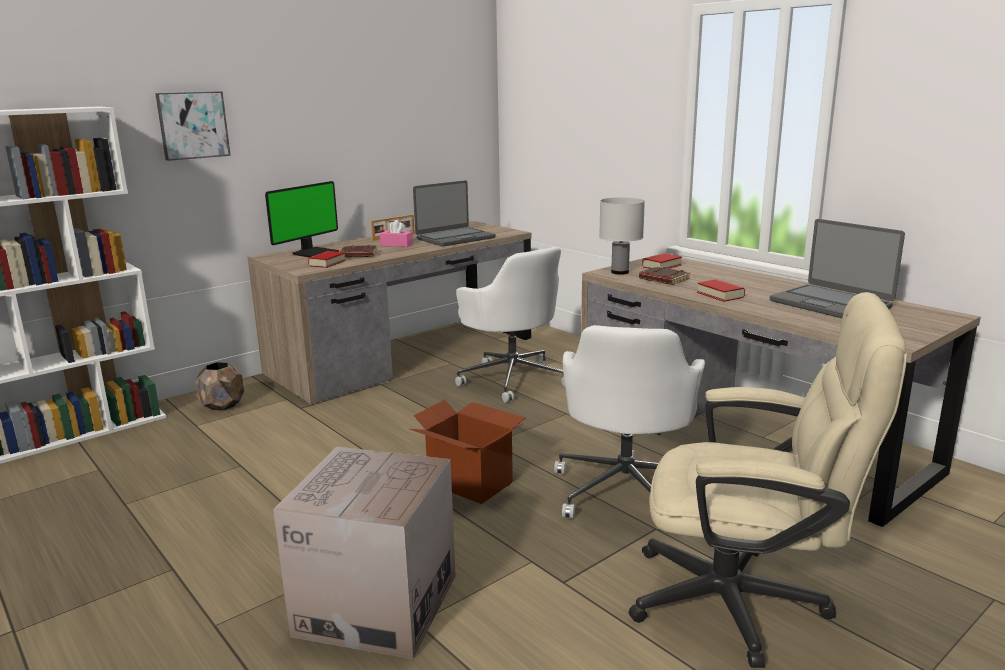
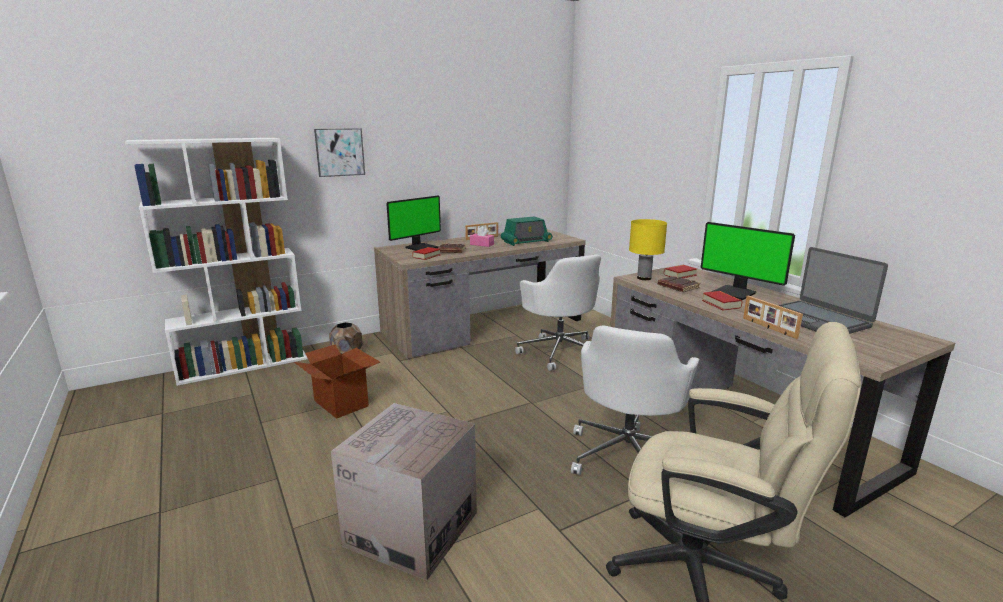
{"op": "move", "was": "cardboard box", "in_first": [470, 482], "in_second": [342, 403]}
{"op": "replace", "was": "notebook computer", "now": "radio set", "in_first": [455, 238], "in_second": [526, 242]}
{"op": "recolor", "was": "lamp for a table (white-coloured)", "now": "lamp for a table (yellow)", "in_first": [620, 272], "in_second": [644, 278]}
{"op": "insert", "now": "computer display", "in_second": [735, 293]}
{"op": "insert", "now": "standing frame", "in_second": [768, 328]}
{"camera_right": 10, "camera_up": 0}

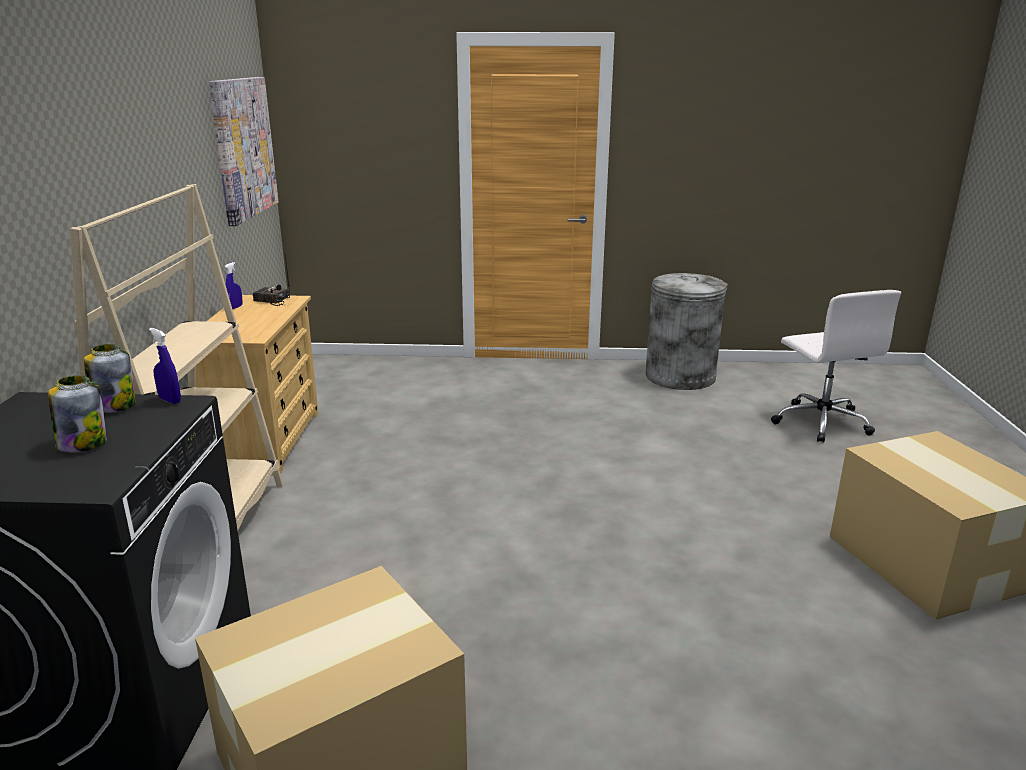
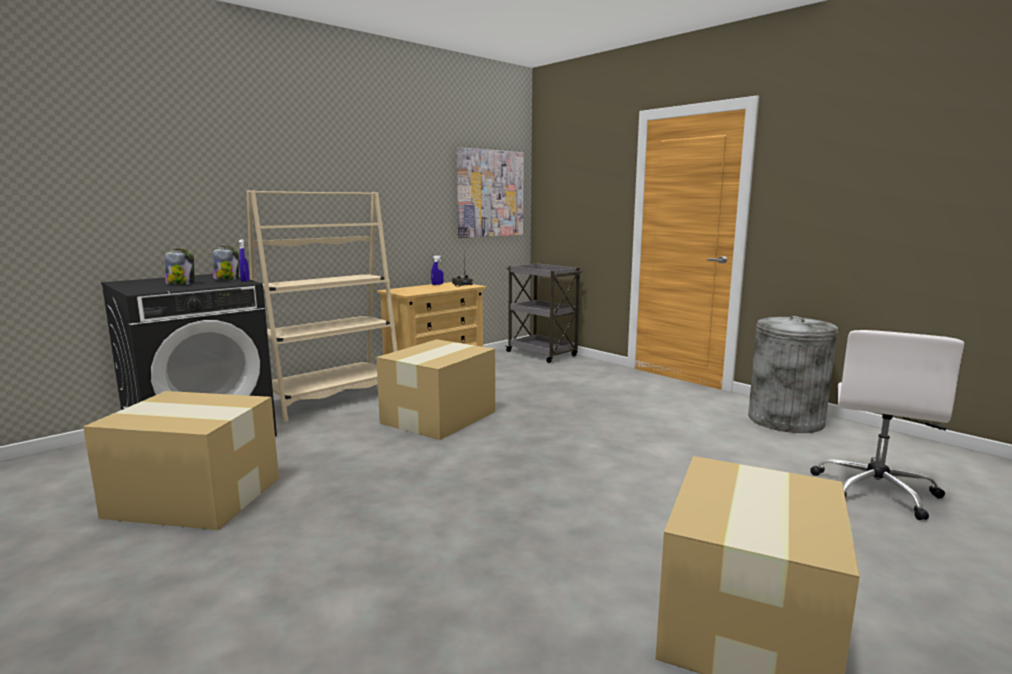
{"op": "insert", "now": "cardboard box", "in_second": [440, 417]}
{"op": "insert", "now": "trolley (gray)", "in_second": [542, 354]}
{"camera_right": 45, "camera_up": -10}

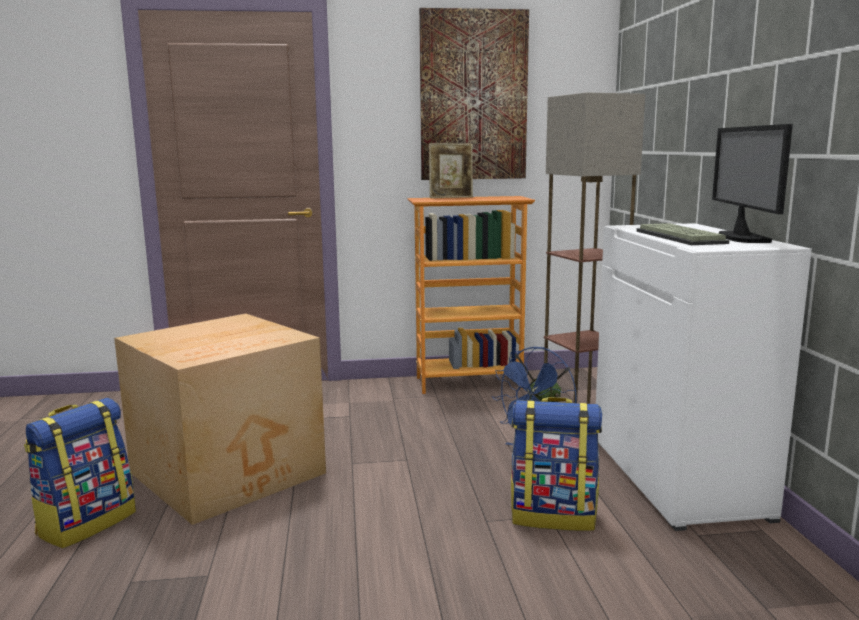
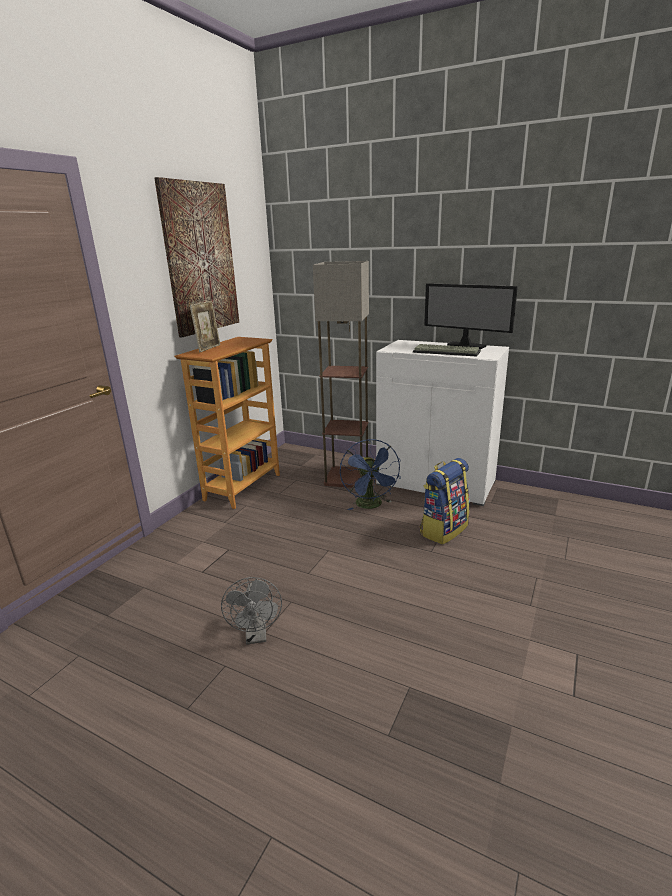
{"op": "replace", "was": "cardboard box", "now": "electric fan (gray)", "in_first": [230, 472], "in_second": [256, 636]}
{"op": "delete", "was": "knapsack", "in_first": [87, 523]}
{"camera_right": -55, "camera_up": 10}

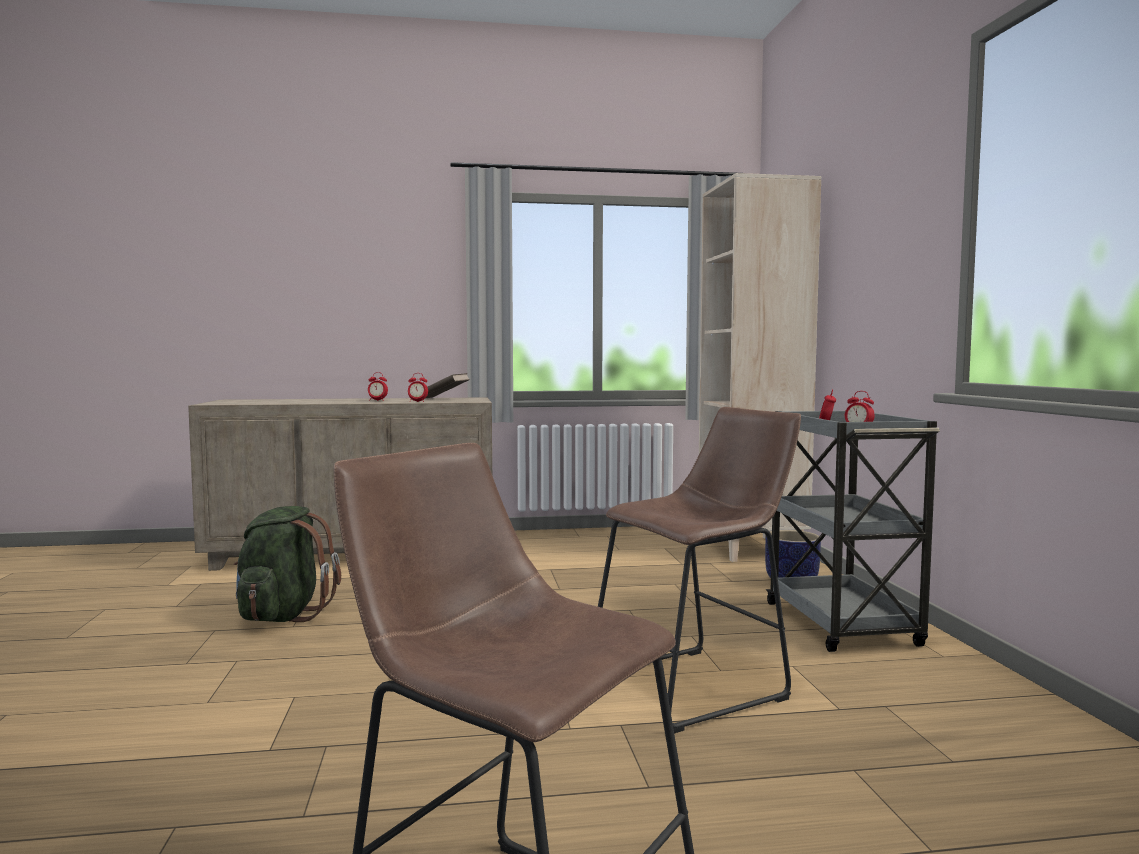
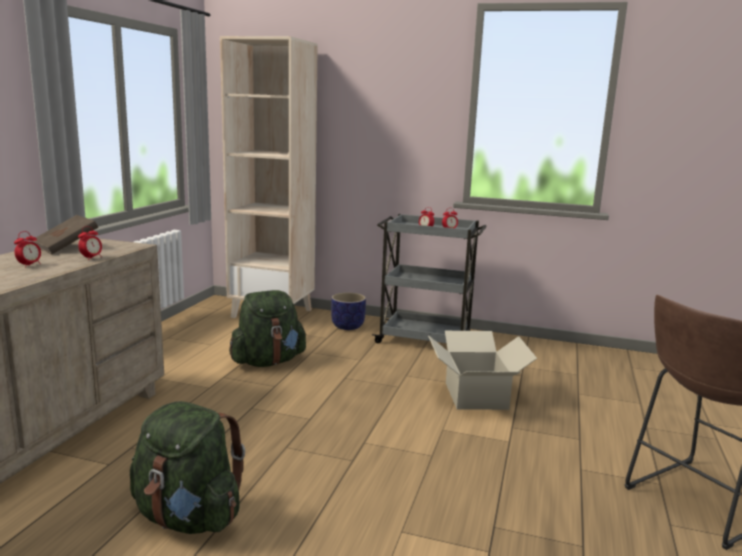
{"op": "insert", "now": "knapsack (green)", "in_second": [268, 362]}
{"op": "replace", "was": "stool seat (brown)", "now": "cardboard box", "in_first": [697, 686], "in_second": [476, 395]}
{"camera_right": -65, "camera_up": 10}

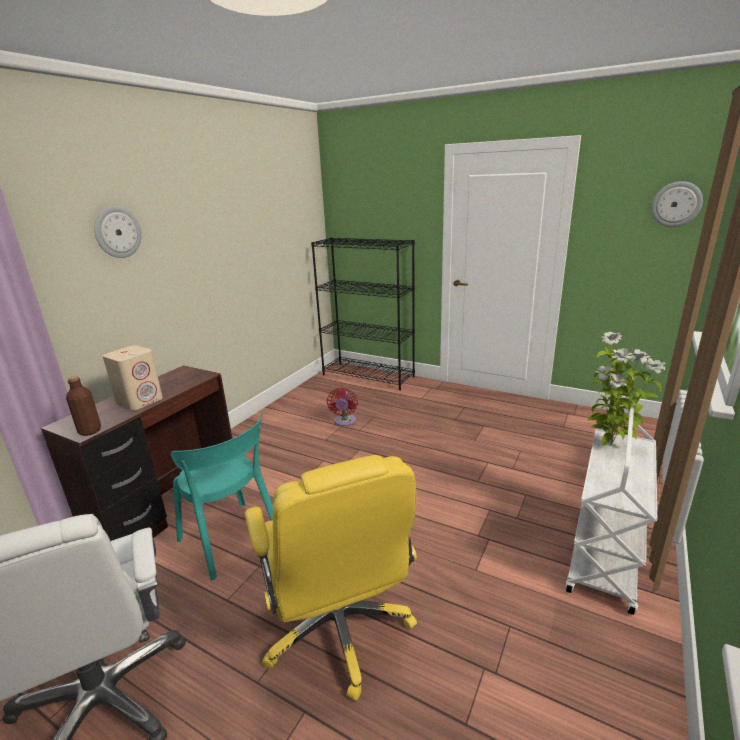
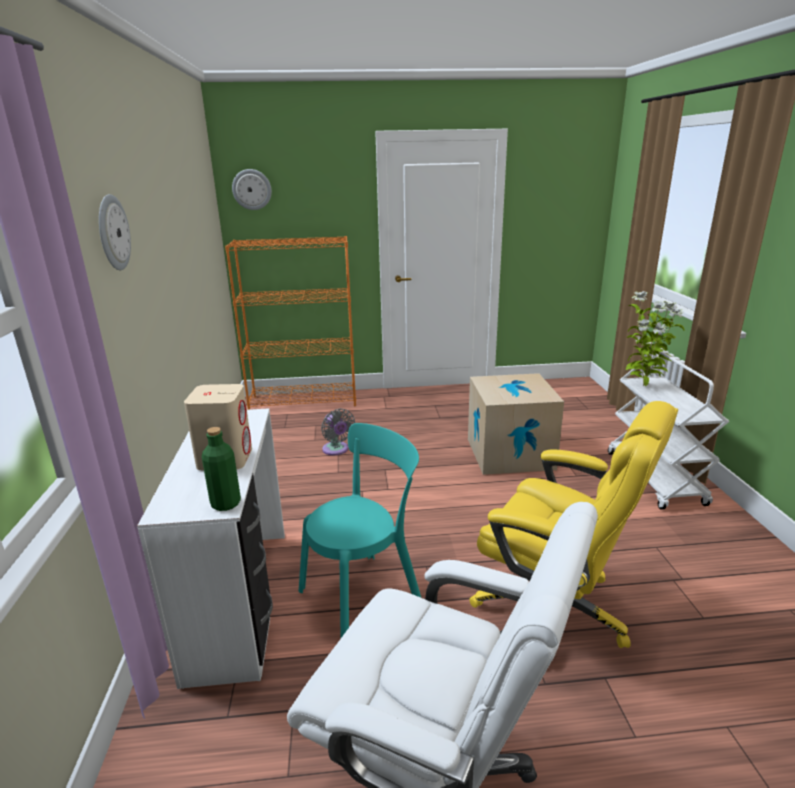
{"op": "recolor", "was": "desk table (brown)", "now": "desk table (white-coloured)", "in_first": [170, 506], "in_second": [242, 600]}
{"op": "recolor", "was": "bottle (brown)", "now": "bottle (green)", "in_first": [90, 431], "in_second": [226, 503]}
{"op": "recolor", "was": "bookshelf (black)", "now": "bookshelf (orangey)", "in_first": [368, 376], "in_second": [304, 401]}
{"op": "move", "was": "hanging clock", "in_first": [676, 204], "in_second": [252, 189]}
{"op": "rotate", "was": "chair (turquoise)", "in_first": [232, 540], "in_second": [365, 595], "clockwise": -45}
{"op": "recolor", "was": "electric fan (red-coloured)", "now": "electric fan (gray)", "in_first": [344, 422], "in_second": [336, 450]}
{"op": "insert", "now": "cardboard box", "in_second": [509, 454]}
{"camera_right": -35, "camera_up": 0}

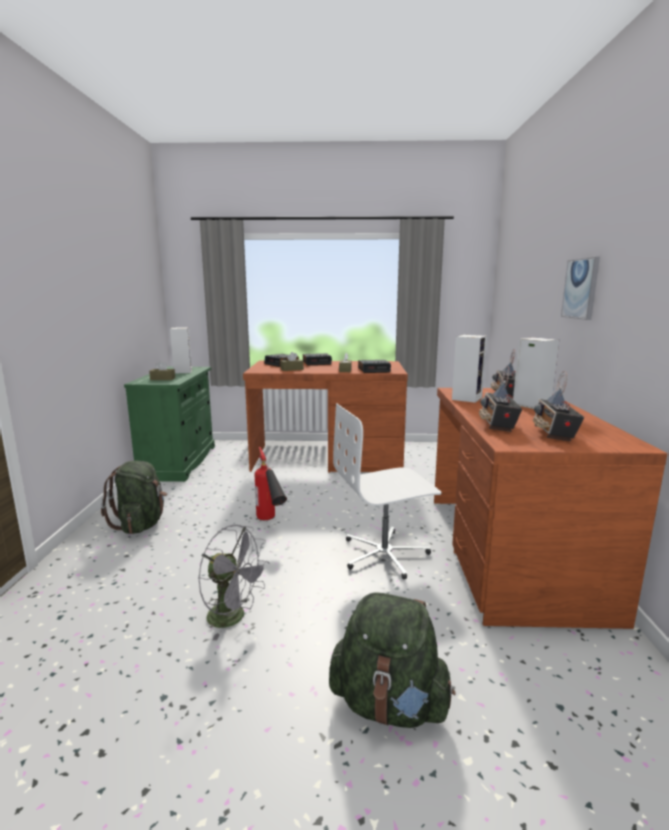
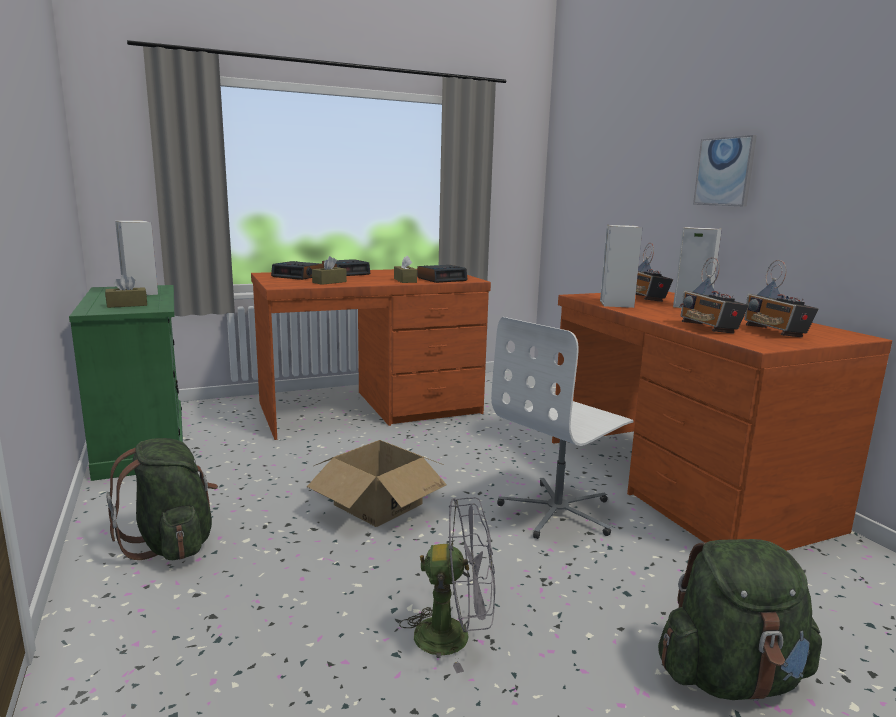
{"op": "replace", "was": "fire extinguisher", "now": "cardboard box", "in_first": [270, 524], "in_second": [378, 504]}
{"camera_right": -25, "camera_up": 0}

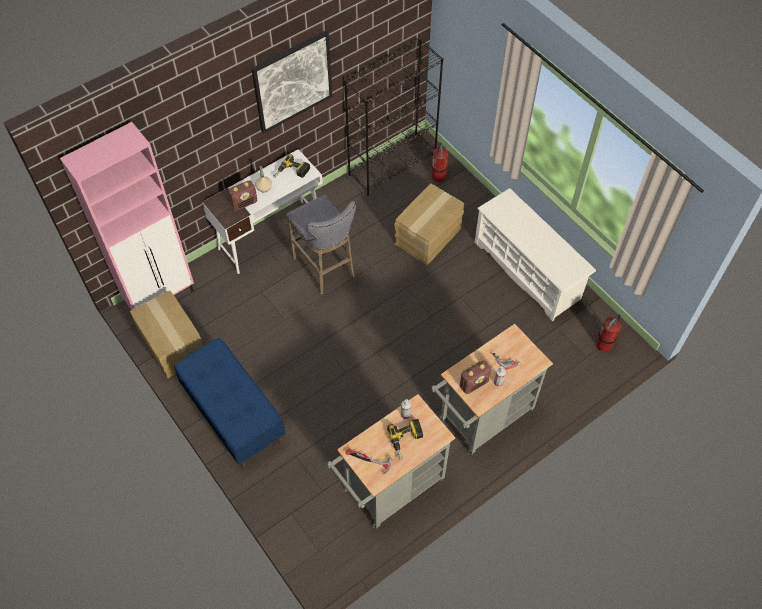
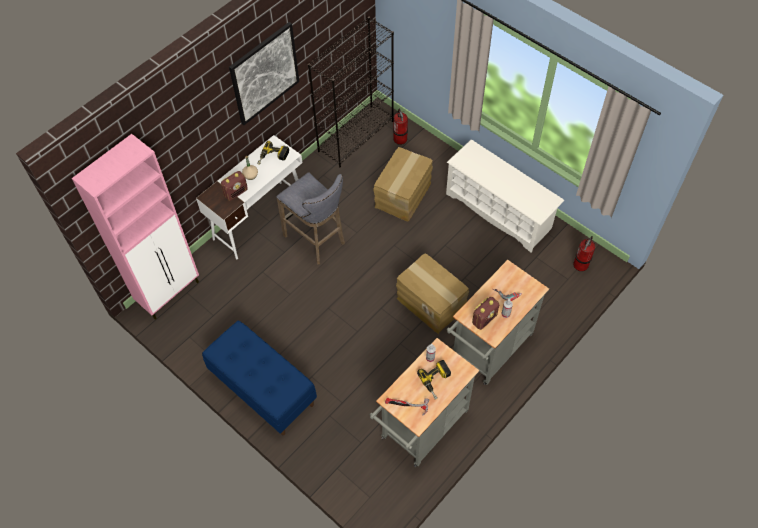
{"op": "move", "was": "cardboard box", "in_first": [173, 345], "in_second": [431, 303]}
{"camera_right": -10, "camera_up": 0}

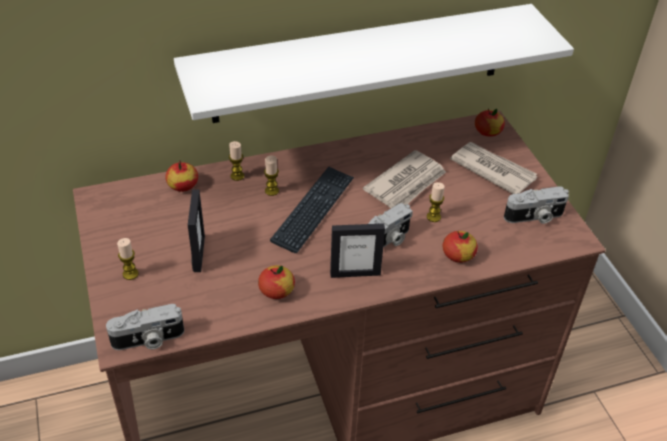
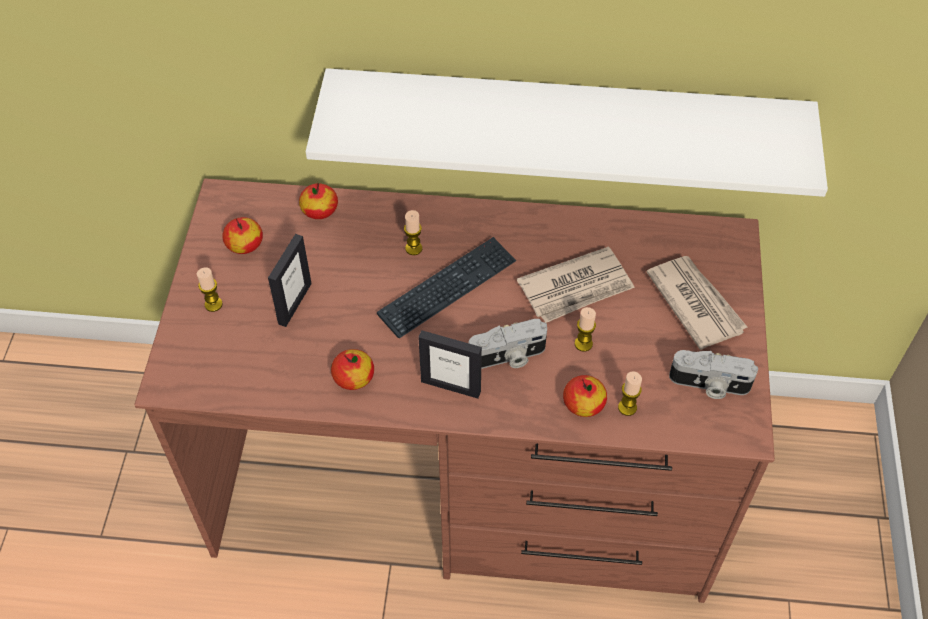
{"op": "move", "was": "apple fruit", "in_first": [487, 131], "in_second": [245, 244]}
{"op": "move", "was": "wax light", "in_first": [237, 176], "in_second": [627, 407]}
{"op": "delete", "was": "still camera", "in_first": [148, 340]}
{"camera_right": 25, "camera_up": 10}

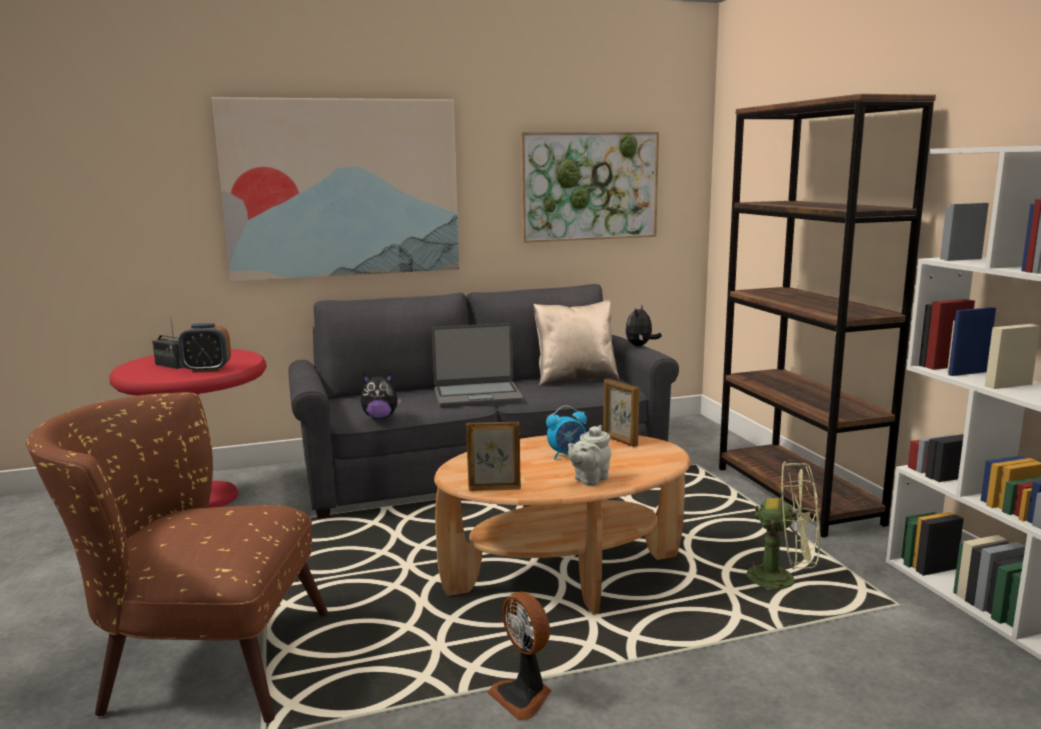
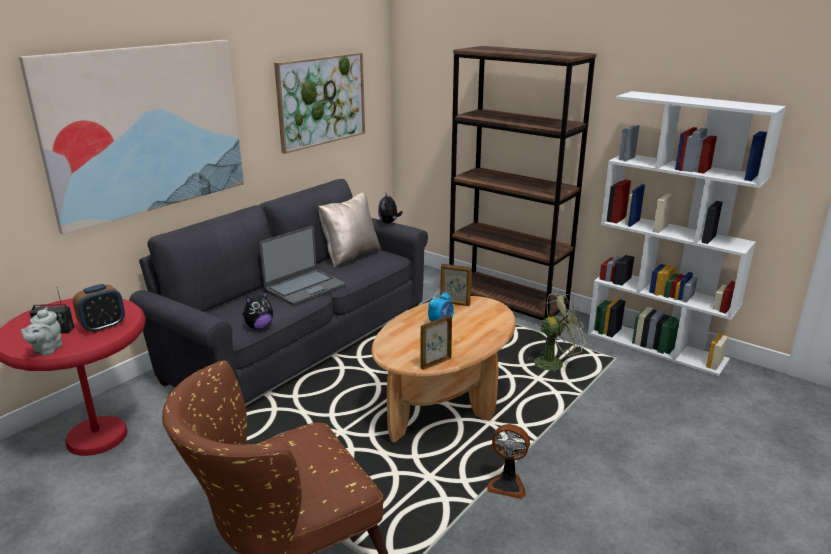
{"op": "move", "was": "pot for tea (gray)", "in_first": [589, 479], "in_second": [46, 350]}
{"camera_right": -35, "camera_up": 10}

